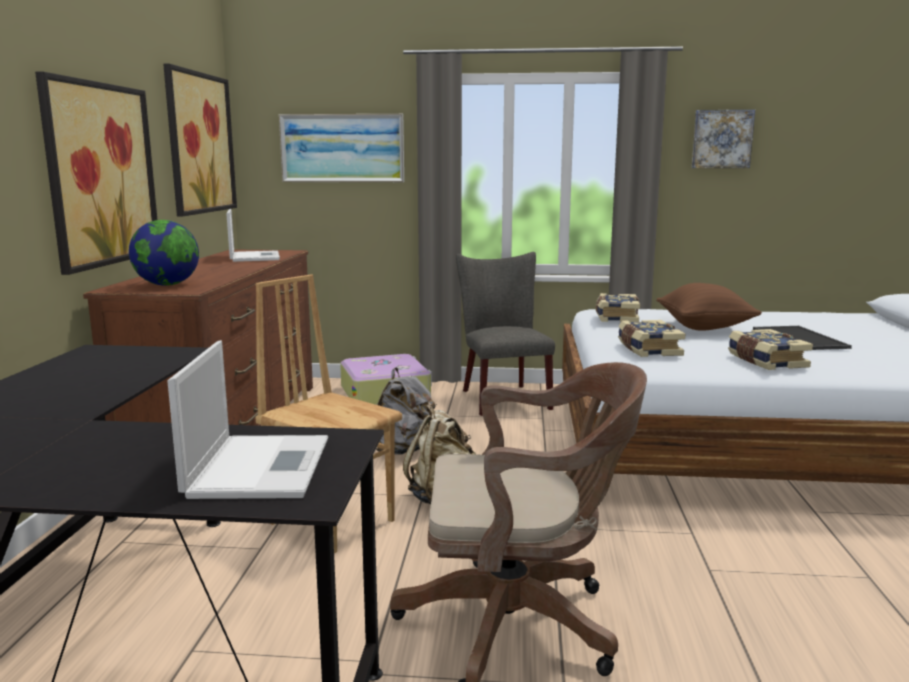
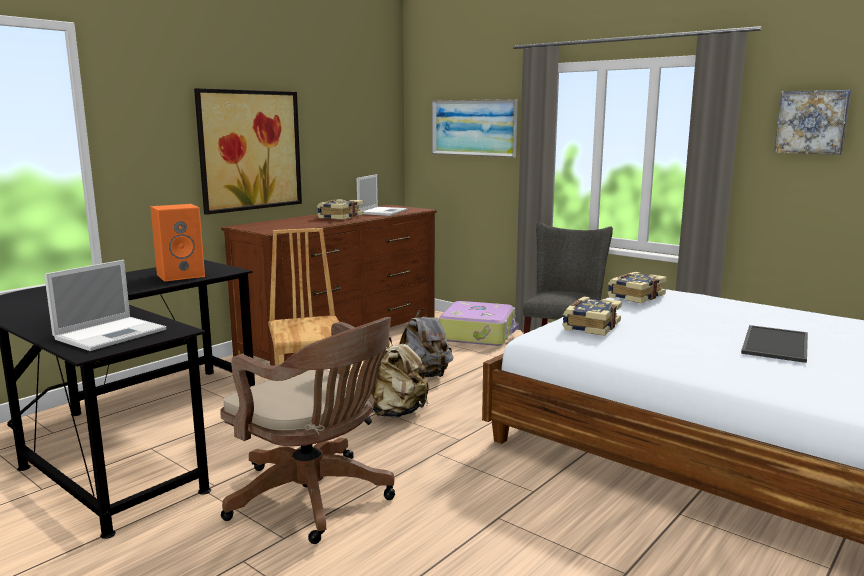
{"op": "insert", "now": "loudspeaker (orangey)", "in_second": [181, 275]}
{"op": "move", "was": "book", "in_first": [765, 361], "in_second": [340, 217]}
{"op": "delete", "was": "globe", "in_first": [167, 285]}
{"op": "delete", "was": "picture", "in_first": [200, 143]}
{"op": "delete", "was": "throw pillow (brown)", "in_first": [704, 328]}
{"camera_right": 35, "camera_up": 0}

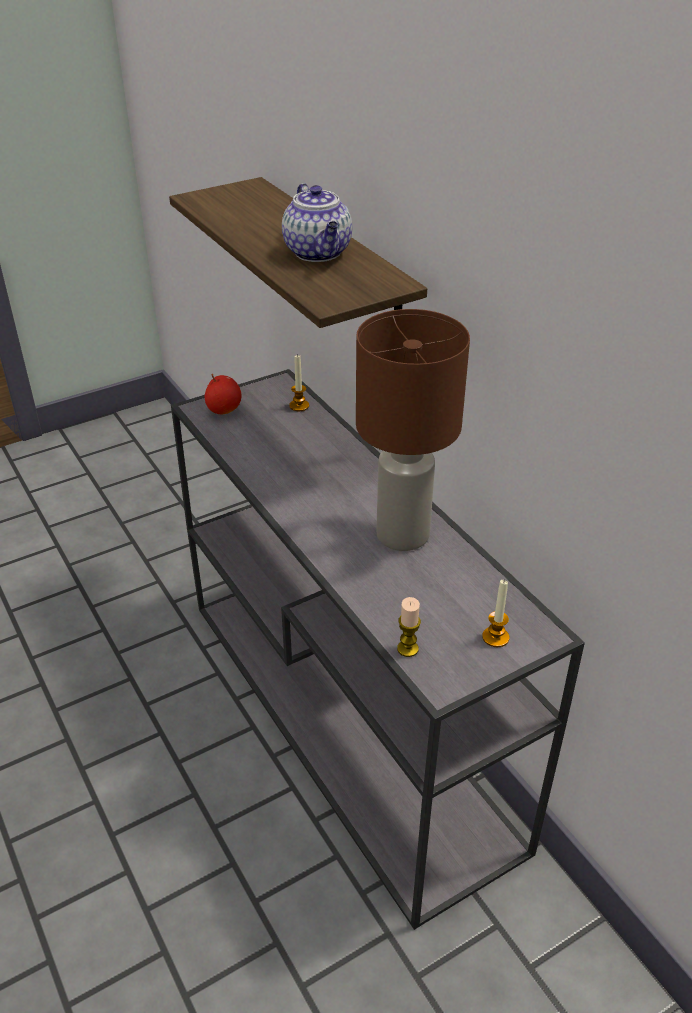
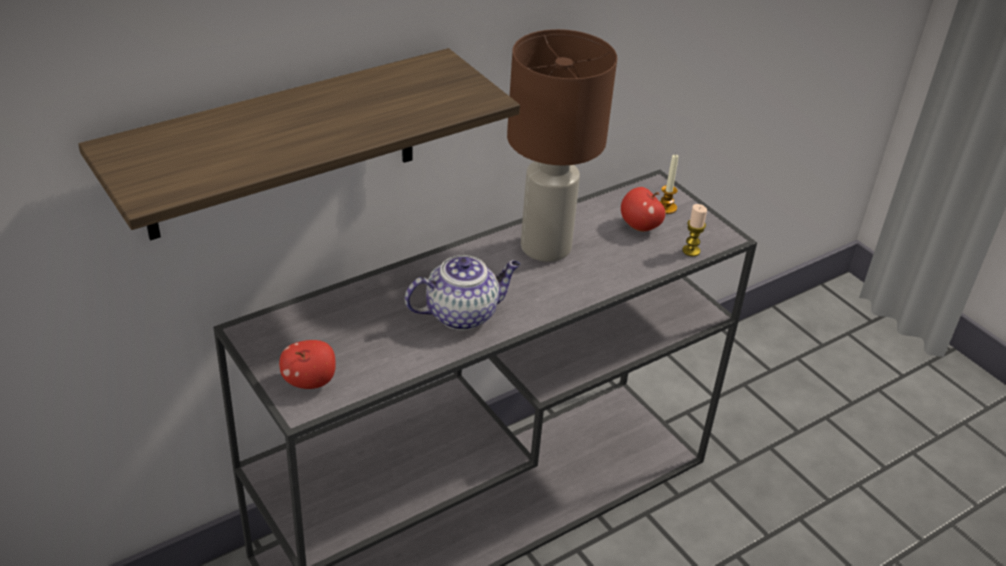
{"op": "move", "was": "pot for tea", "in_first": [319, 253], "in_second": [463, 313]}
{"op": "insert", "now": "apple fruit", "in_second": [640, 226]}
{"op": "delete", "was": "wax light", "in_first": [299, 406]}
{"camera_right": -95, "camera_up": 0}

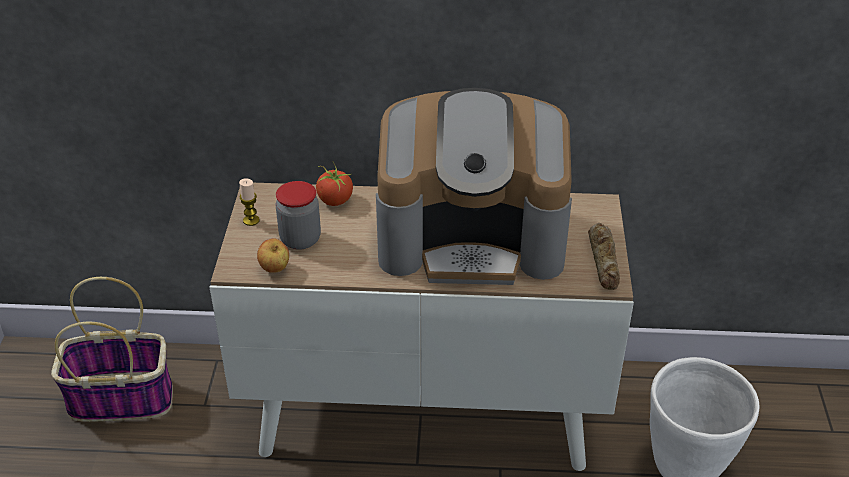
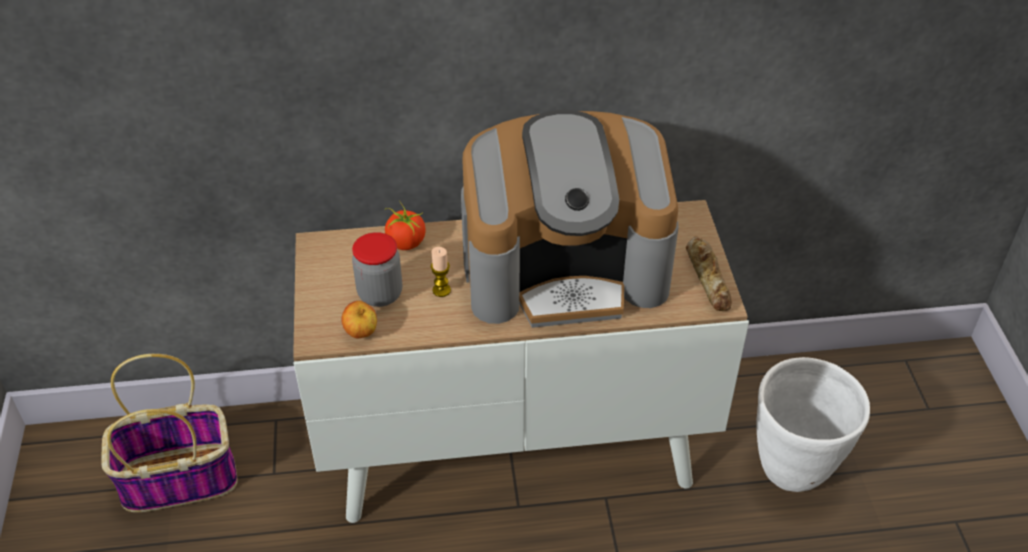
{"op": "move", "was": "wax light", "in_first": [251, 220], "in_second": [441, 290]}
{"camera_right": -10, "camera_up": 5}

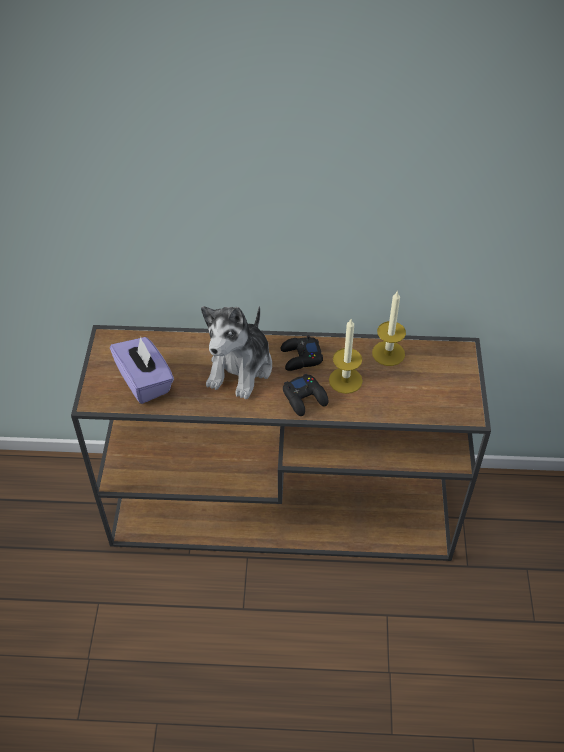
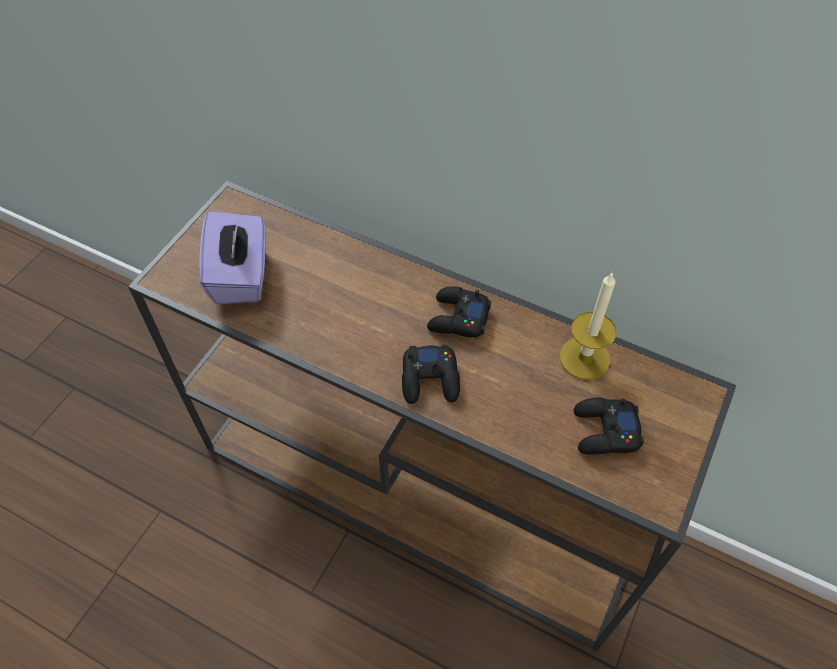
{"op": "insert", "now": "joypad (black)", "in_second": [605, 431]}
{"op": "delete", "was": "soft toy", "in_first": [240, 368]}
{"op": "delete", "was": "wax light", "in_first": [345, 380]}
{"camera_right": 25, "camera_up": 5}

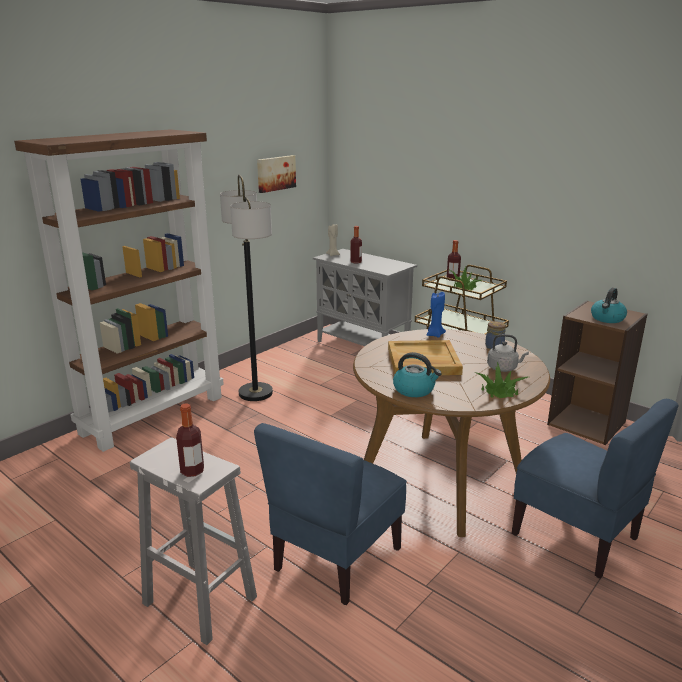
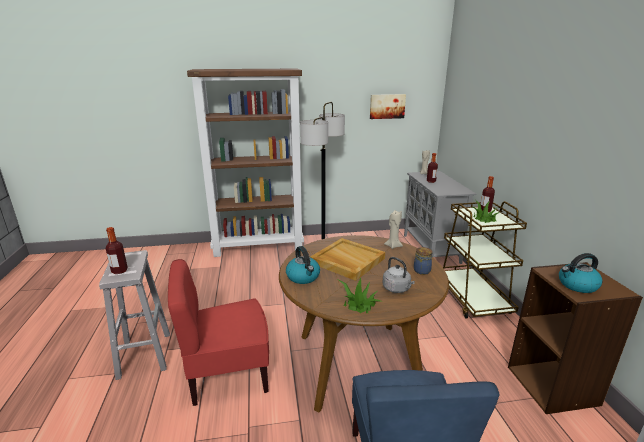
{"op": "recolor", "was": "chair (blue)", "now": "chair (red-coloured)", "in_first": [336, 558], "in_second": [228, 374]}
{"op": "recolor", "was": "wax light (blue)", "now": "wax light (beige)", "in_first": [435, 335], "in_second": [393, 246]}
{"camera_right": 40, "camera_up": 0}

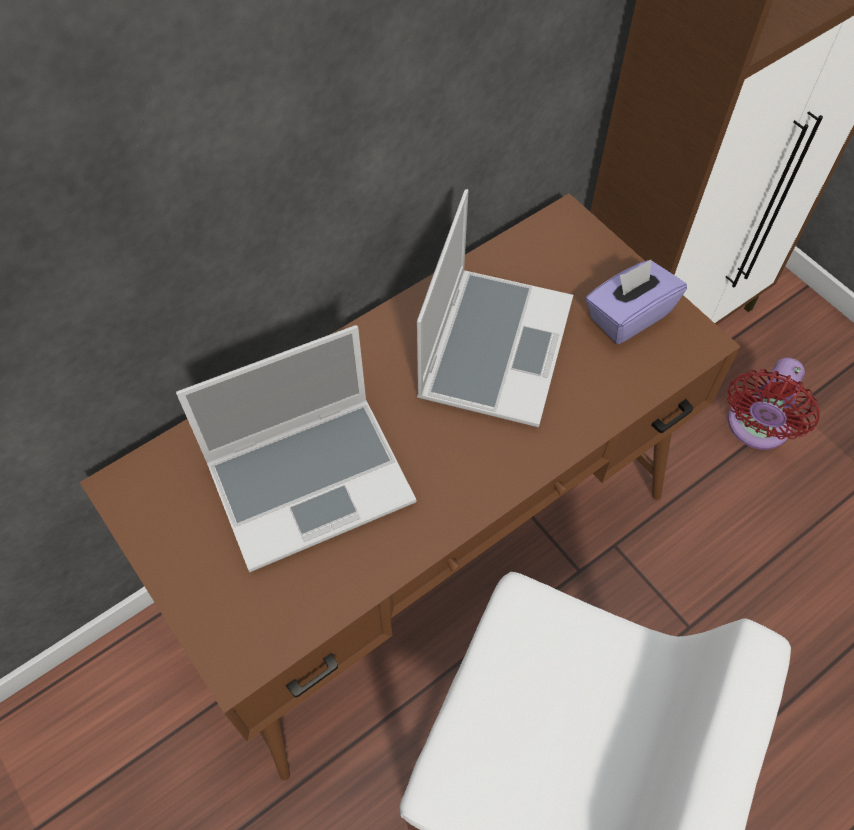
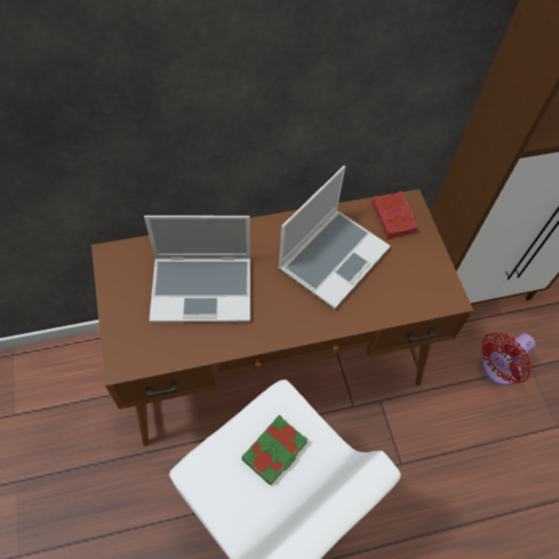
{"op": "insert", "now": "book (green)", "in_second": [275, 451]}
{"op": "insert", "now": "book (red-coloured)", "in_second": [394, 218]}
{"op": "delete", "was": "tissue holder (purple-coloured)", "in_first": [628, 316]}
{"camera_right": 20, "camera_up": 0}

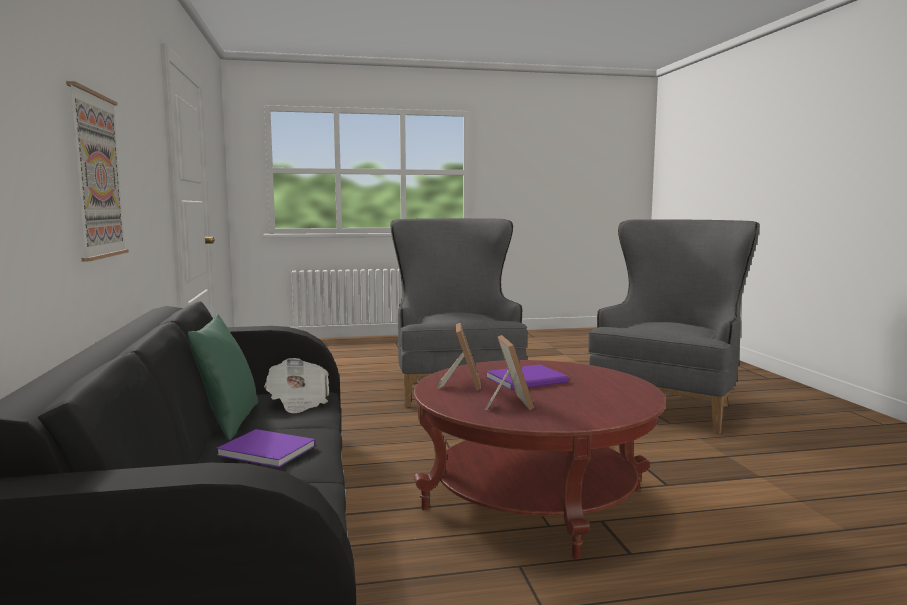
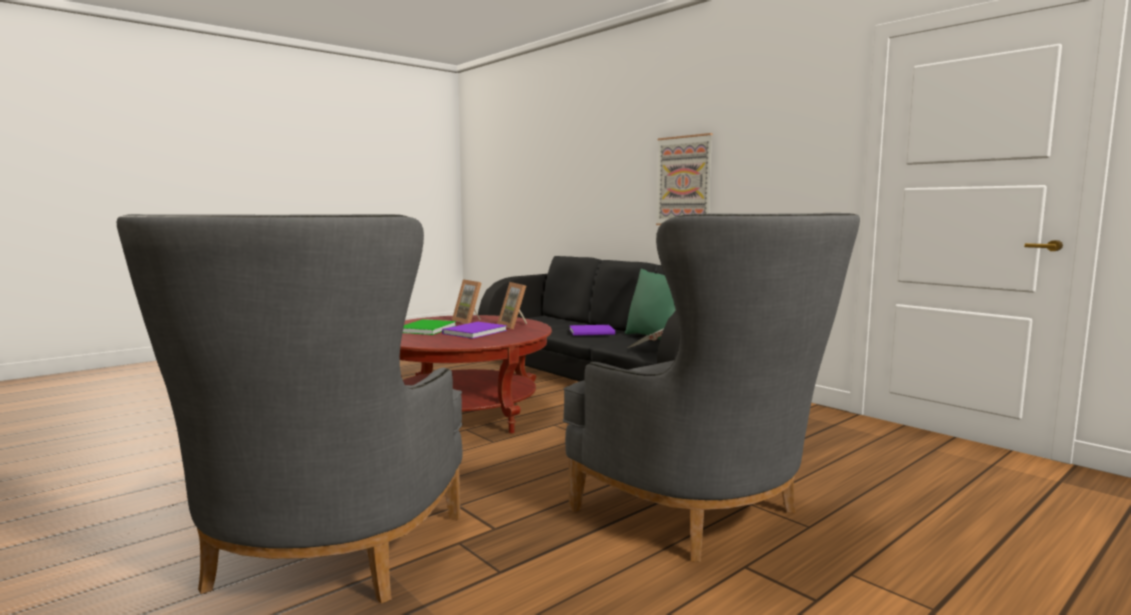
{"op": "insert", "now": "book (green)", "in_second": [425, 329]}
{"camera_right": 150, "camera_up": 0}

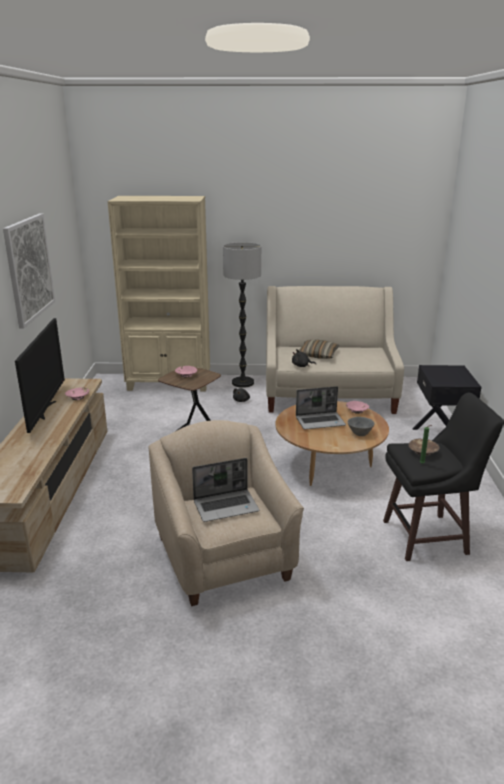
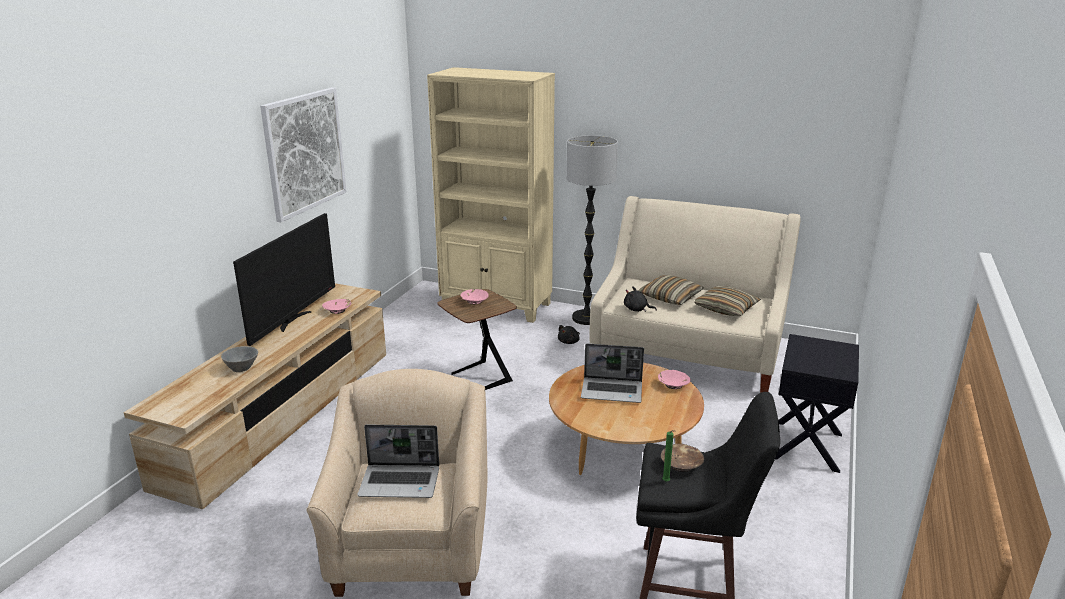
{"op": "move", "was": "bowl (gray)", "in_first": [360, 433], "in_second": [243, 368]}
{"op": "insert", "now": "throw pillow", "in_second": [726, 308]}
{"camera_right": 20, "camera_up": 0}

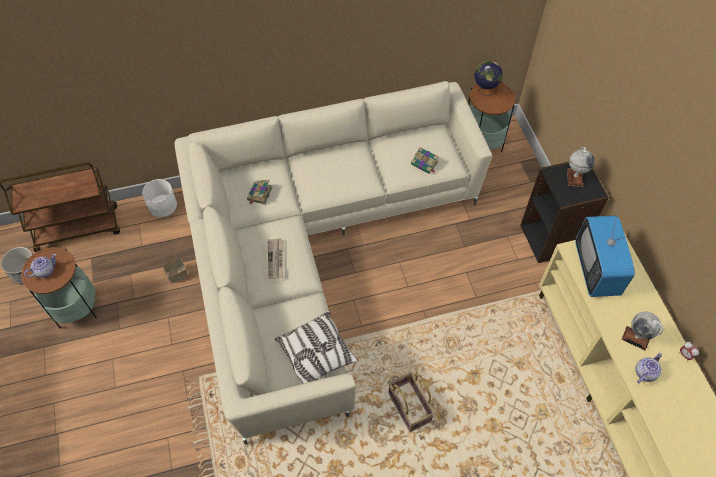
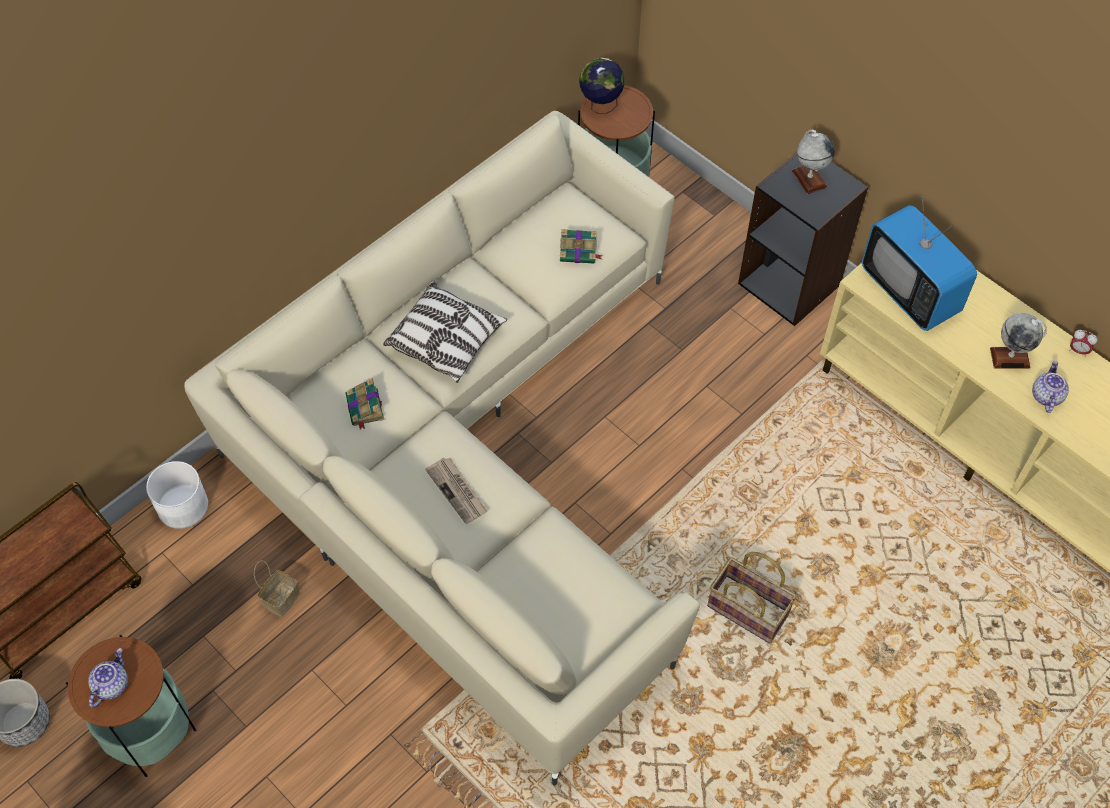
{"op": "move", "was": "throw pillow", "in_first": [317, 354], "in_second": [446, 341]}
{"camera_right": -30, "camera_up": 0}

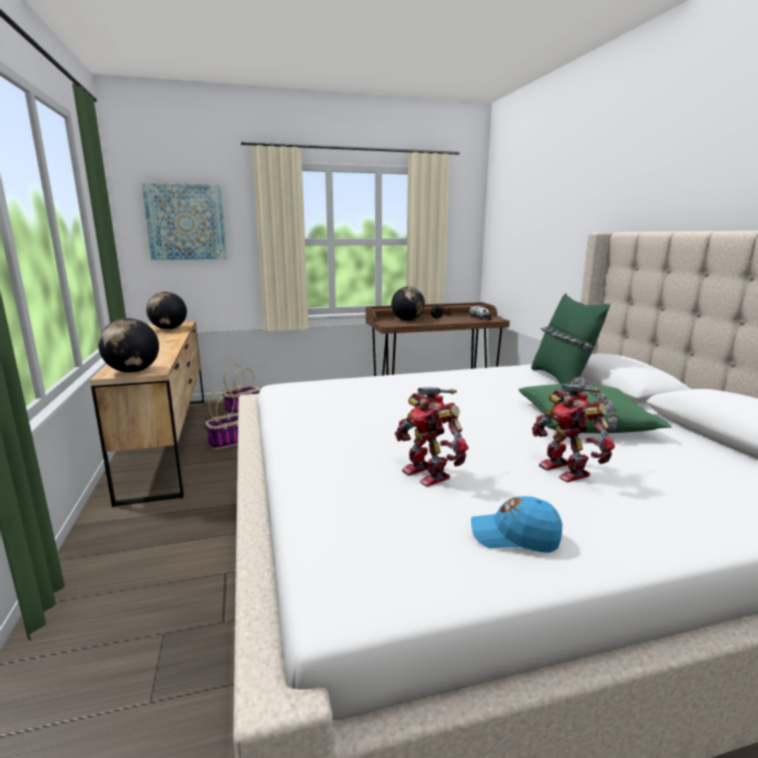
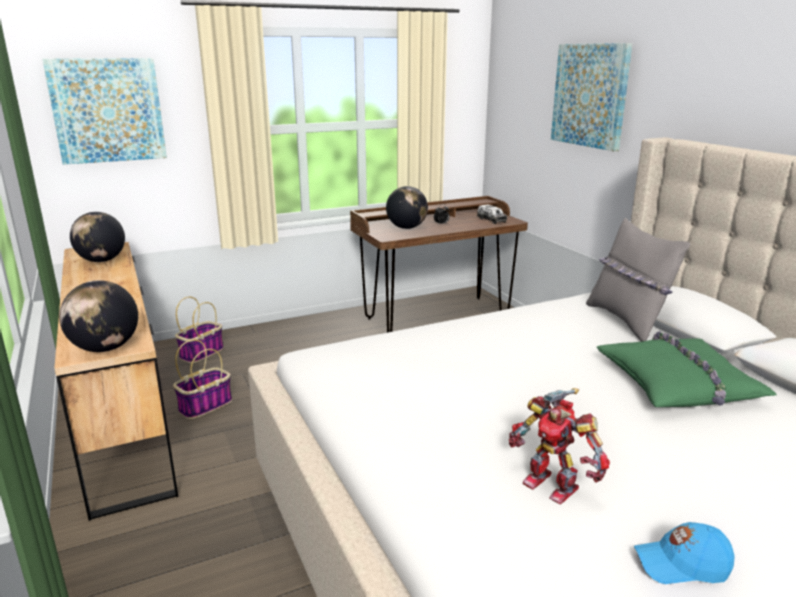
{"op": "insert", "now": "picture", "in_second": [590, 95]}
{"op": "recolor", "was": "throw pillow (green)", "now": "throw pillow (gray)", "in_first": [562, 380], "in_second": [627, 321]}
{"op": "delete", "was": "toy robot", "in_first": [566, 470]}
{"camera_right": -10, "camera_up": 5}

